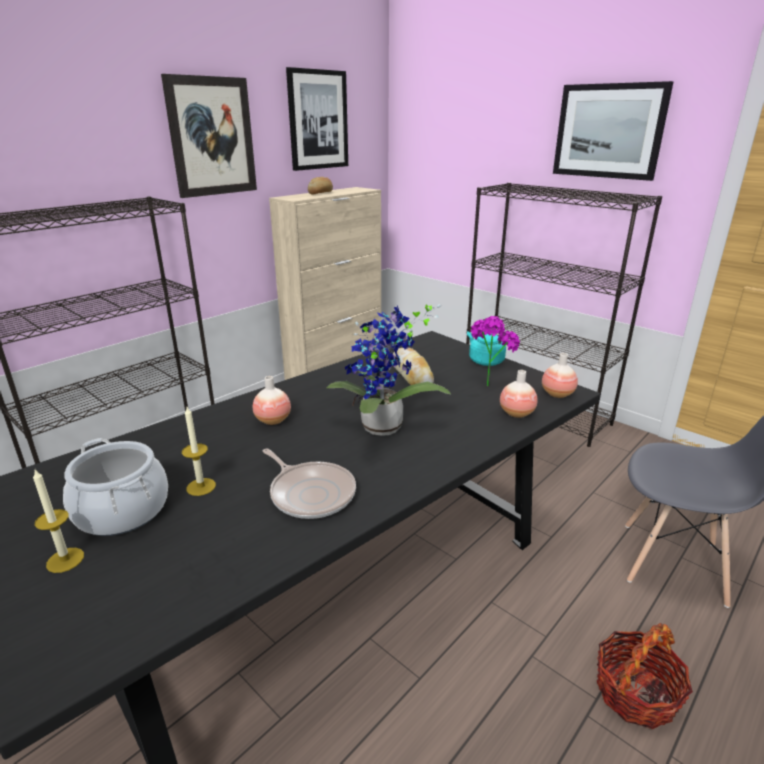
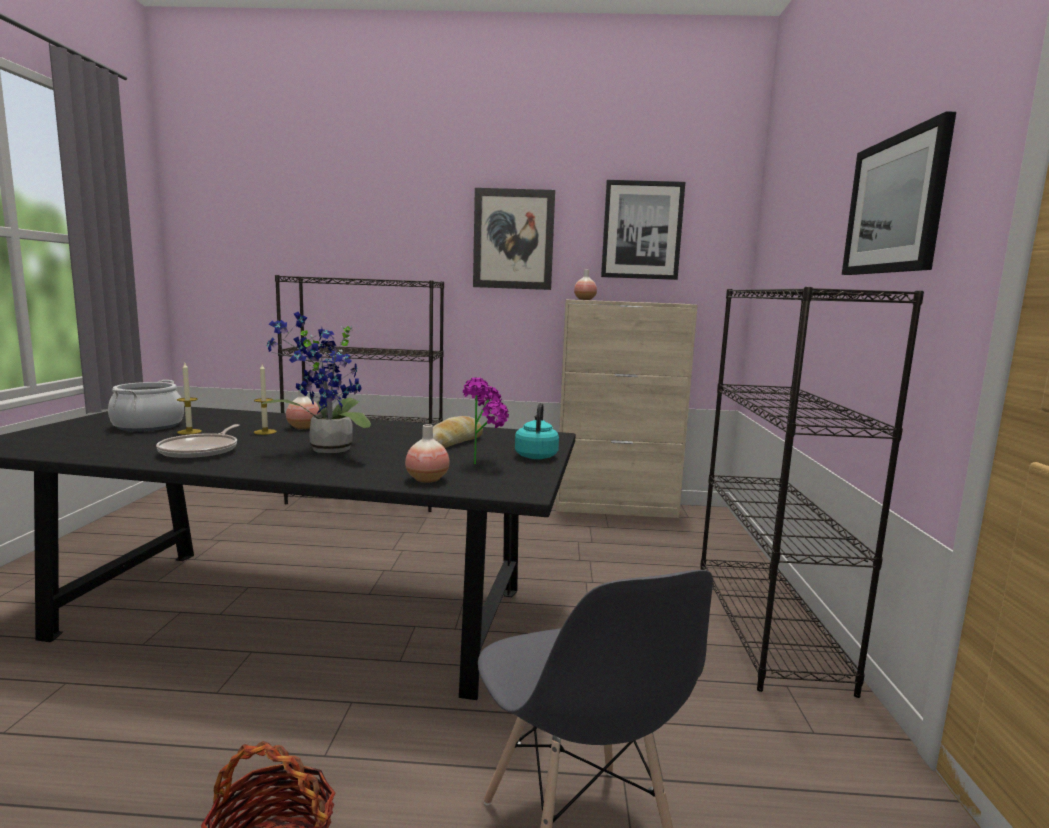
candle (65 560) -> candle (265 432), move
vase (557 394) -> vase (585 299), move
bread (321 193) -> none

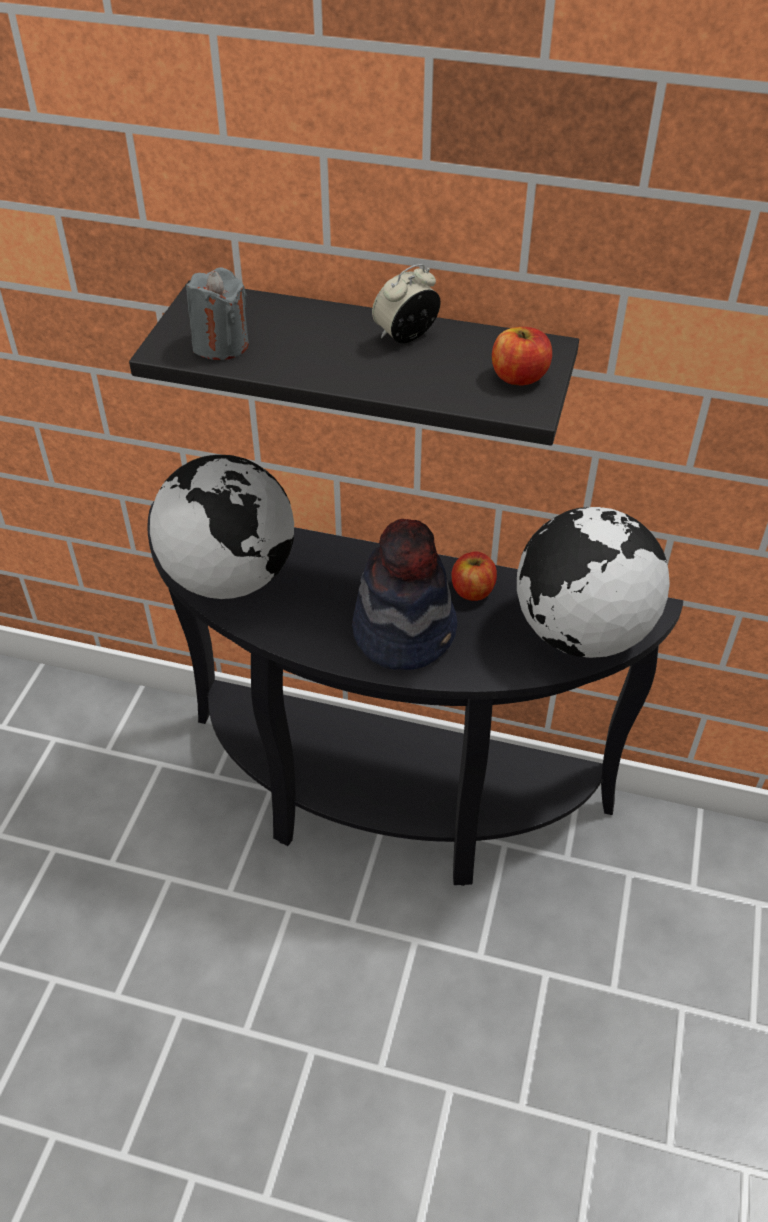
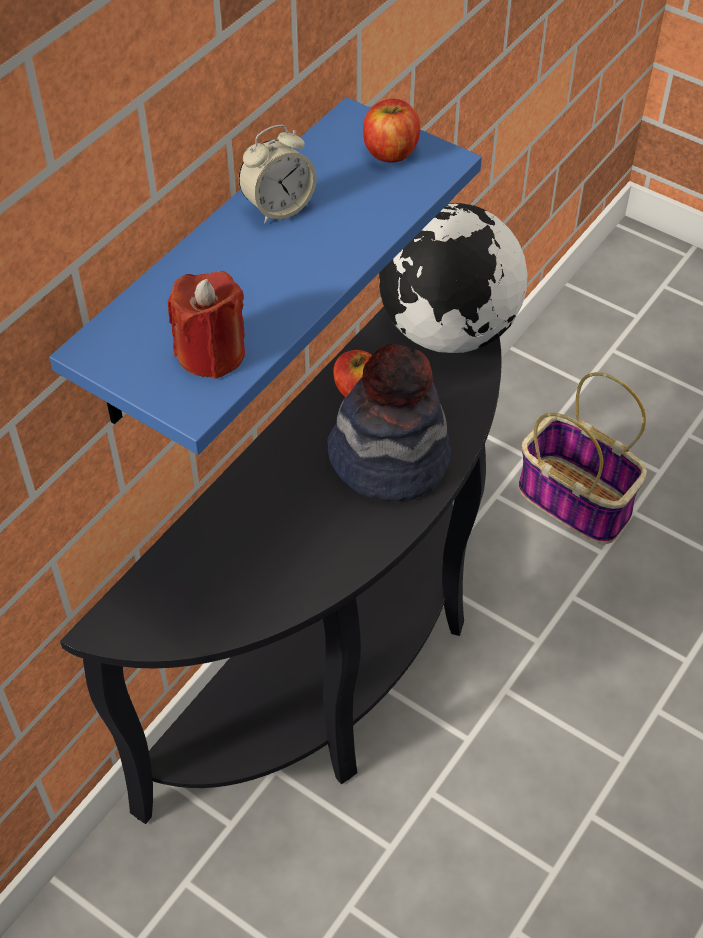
shelf in black (377 361) -> shelf in blue (215 268)
candle in grey (221 345) -> candle in red (211 353)
alarm clock (406 336) -> alarm clock (278 207), 105 degrees counterclockwise
none -> basket (577 501)
globe (229 577) -> none

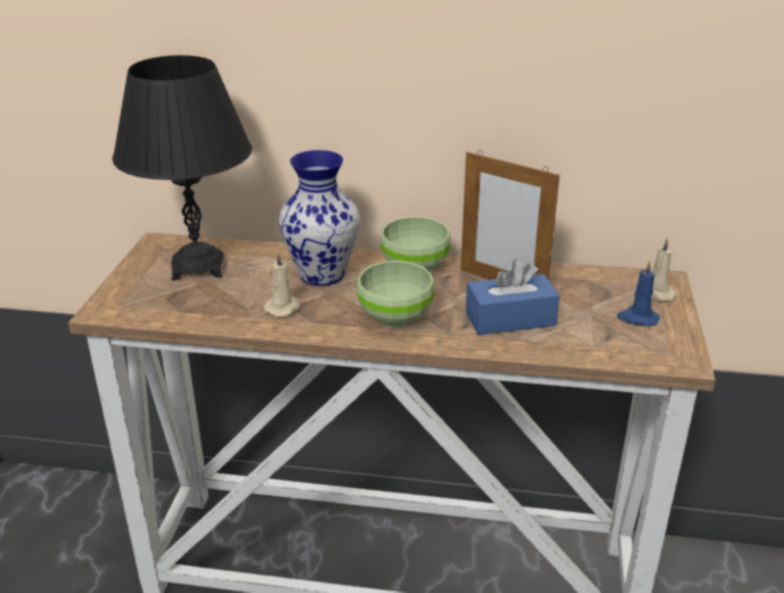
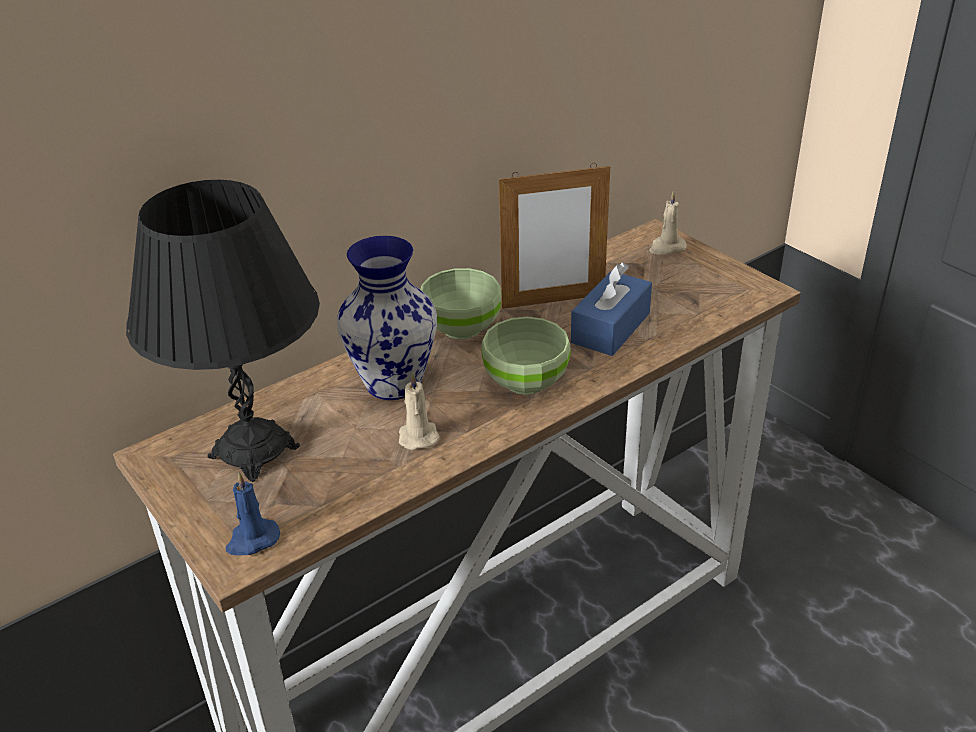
candle in blue (637 318) -> candle in blue (252 540), move

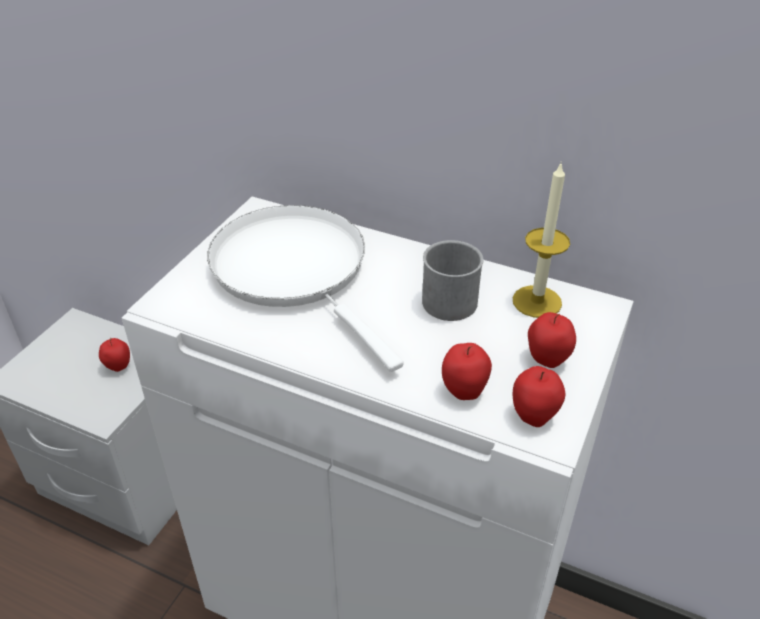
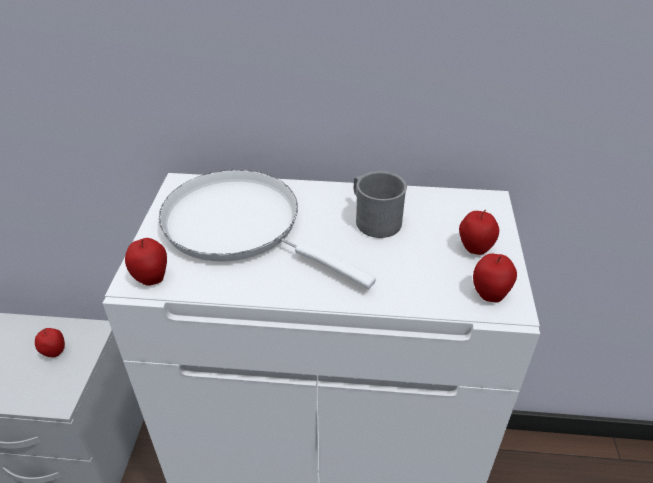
apple (464 391) -> apple (151 278), move
candle (537 301) -> none

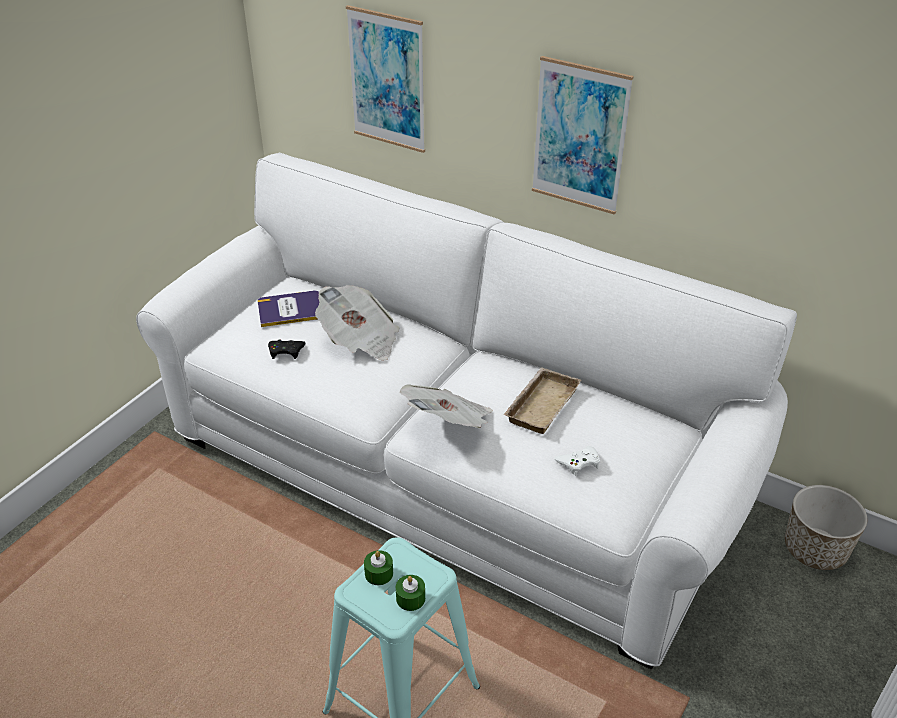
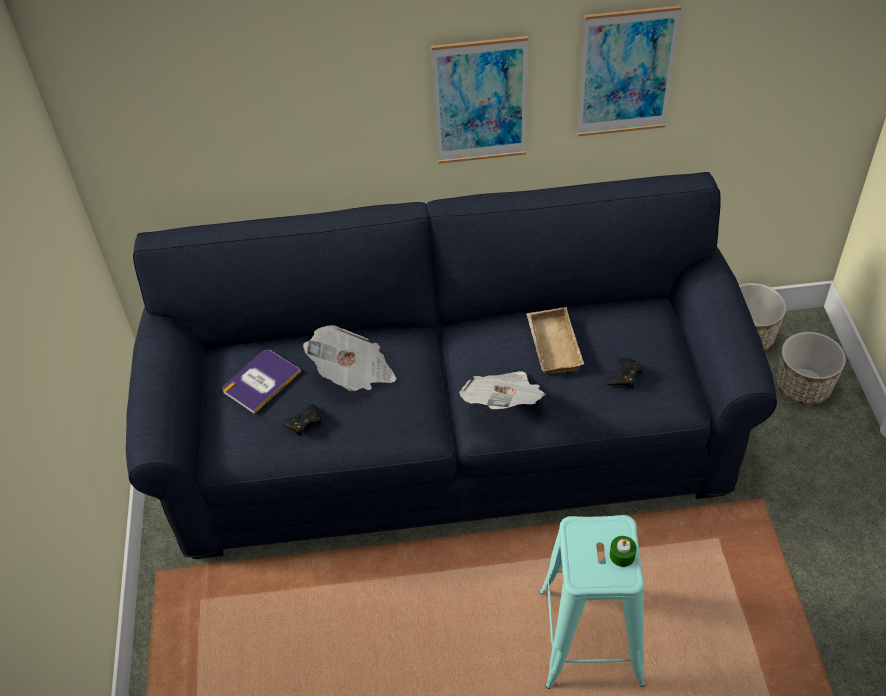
sofa in white (449 471) -> sofa in blue (449 440)
picture (387 80) -> picture (626 72), move
game controller in white (579 463) -> game controller in black (624 376)
none -> planter (803 387)
candle in green (379 573) -> none

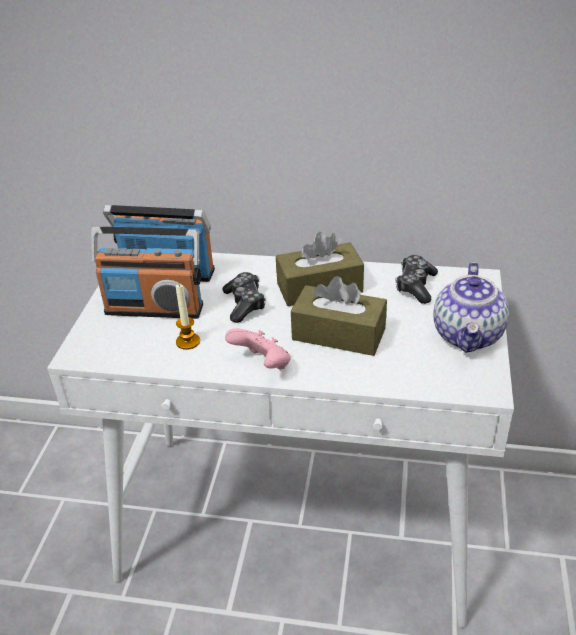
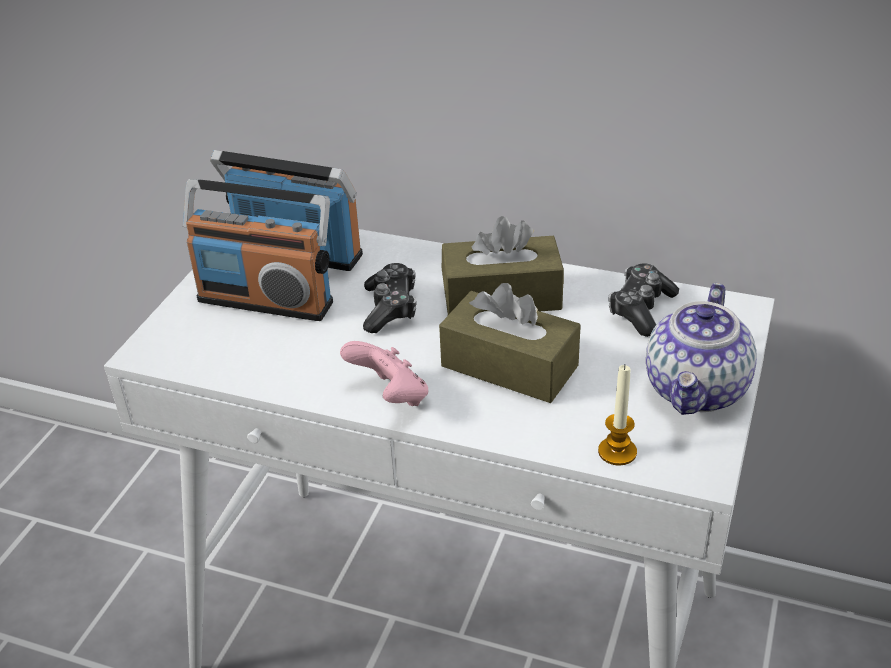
candle (188 341) -> candle (617 452), move

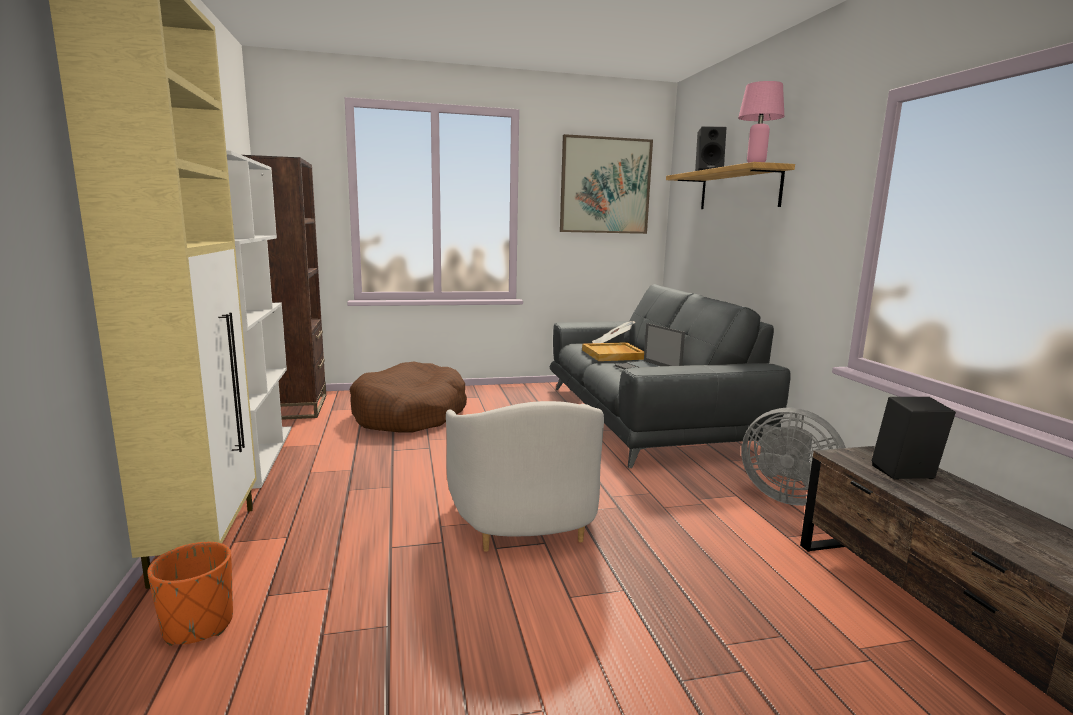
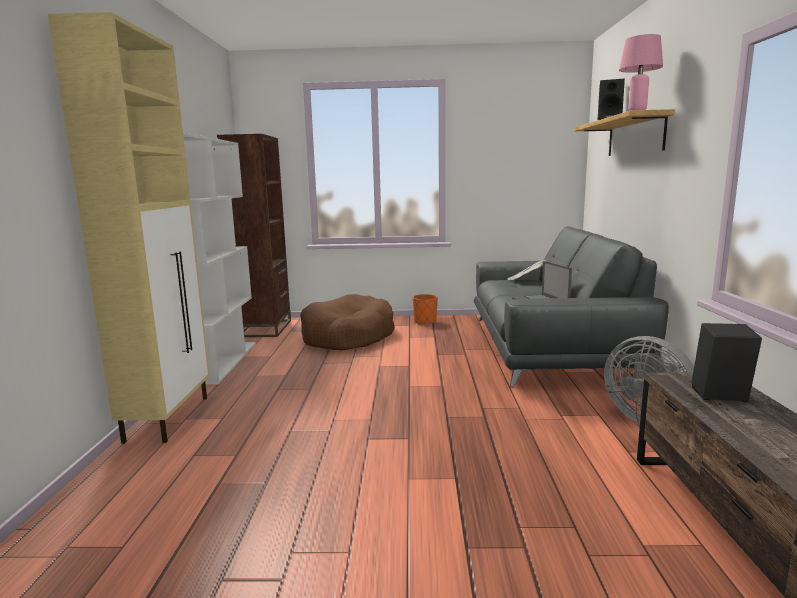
planter in orange (198 625) -> planter in orange (425 322), move
armchair in white (525 523) -> none
picture (605 186) -> none
tray in beige (613 354) -> none

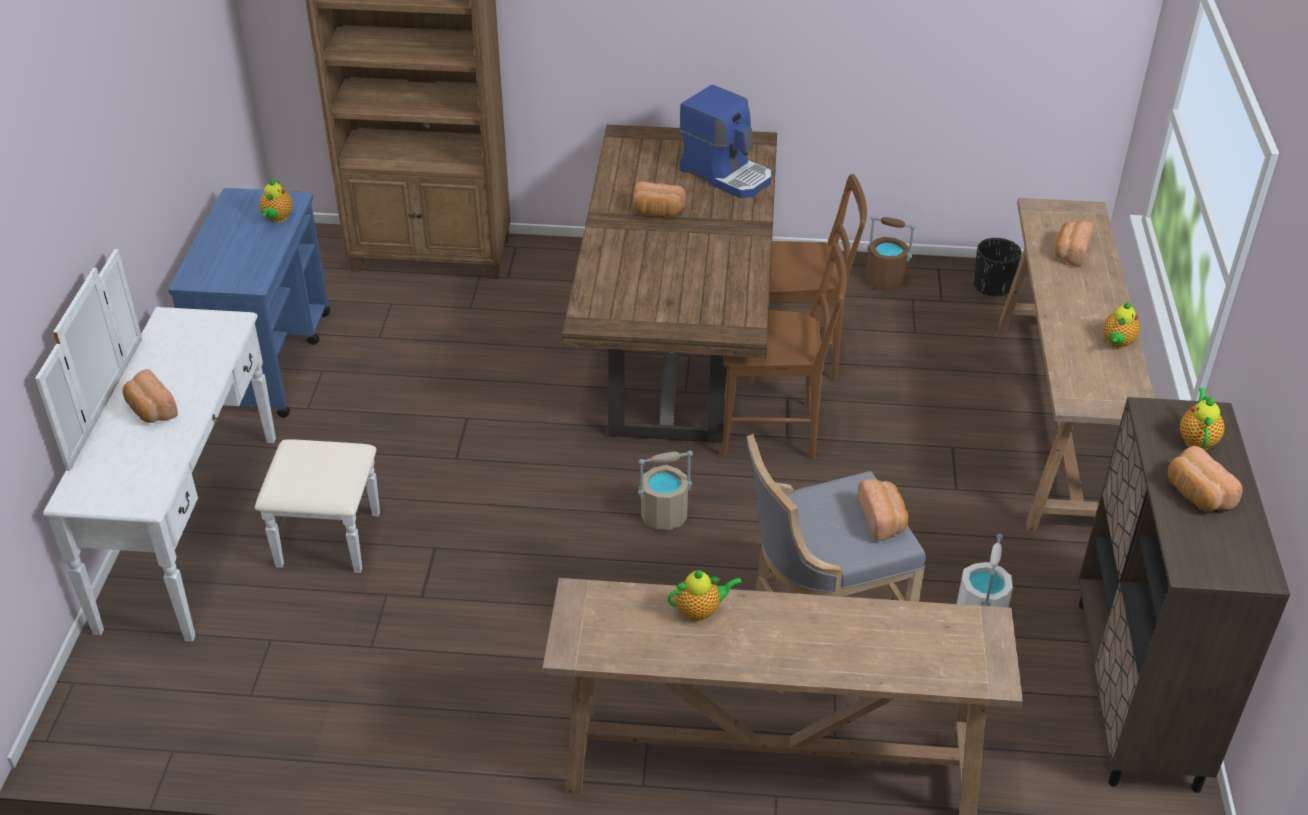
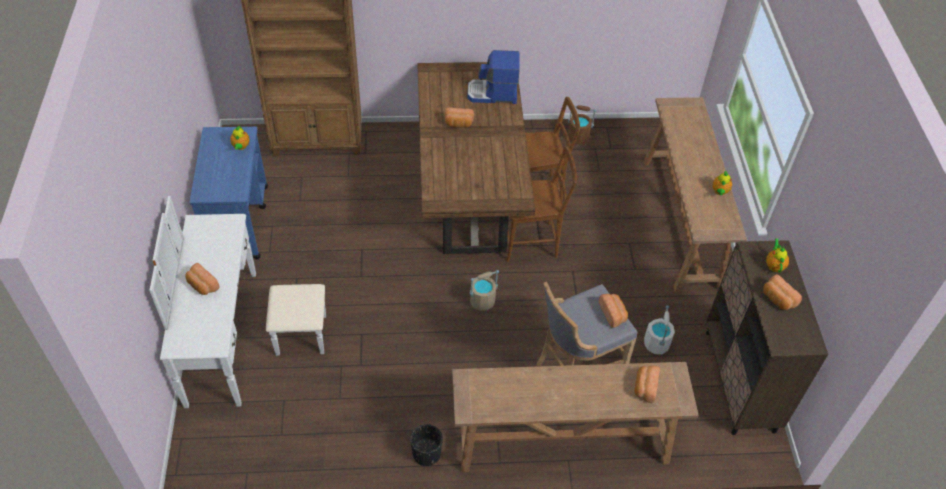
planter in black (992 286) -> planter in black (426 454), move
coffee machine (727 174) -> coffee machine (493 94), 150 degrees clockwise
bread (1070 253) -> bread (644 387), move
teapot (700 611) -> none

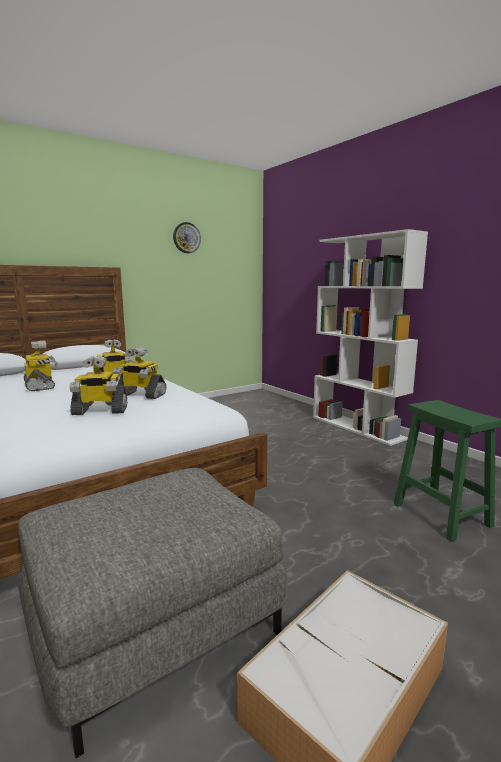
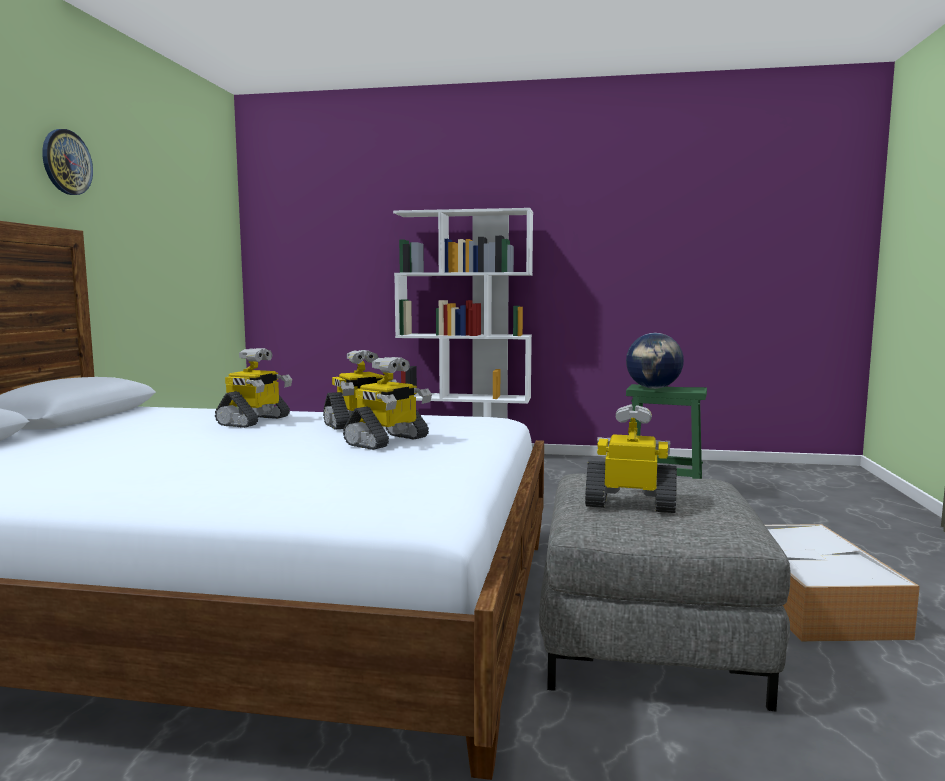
wall clock (186 238) -> wall clock (66 162), move
toy robot (40 386) -> toy robot (631 504), move
none -> globe (653 388)

